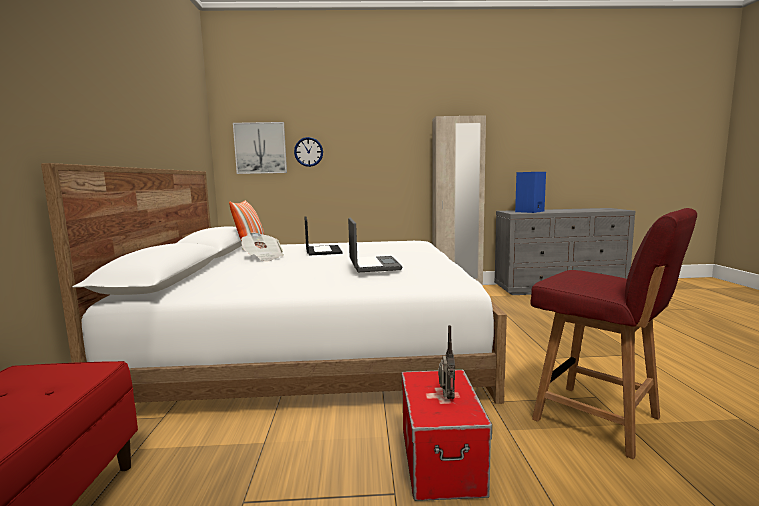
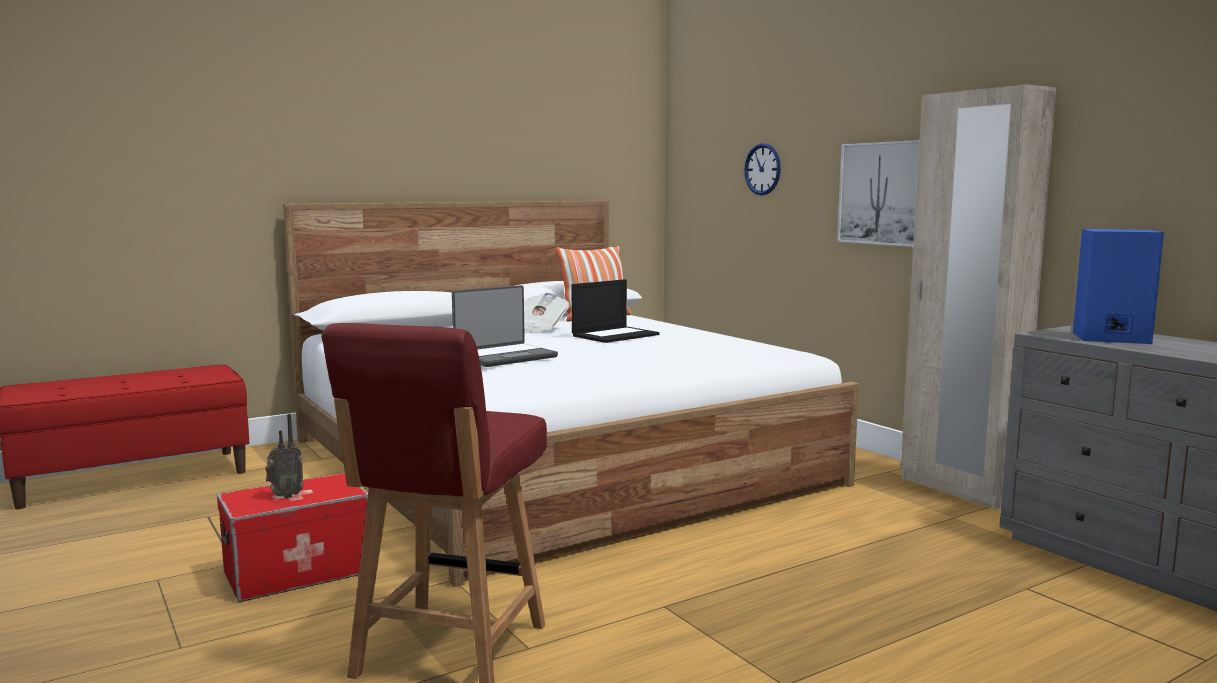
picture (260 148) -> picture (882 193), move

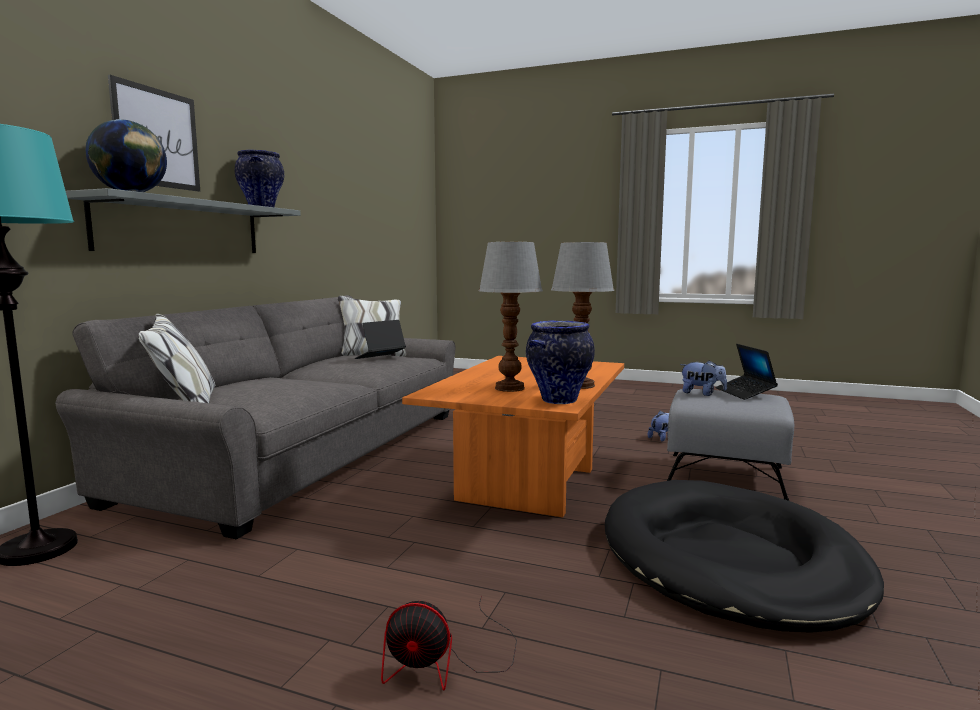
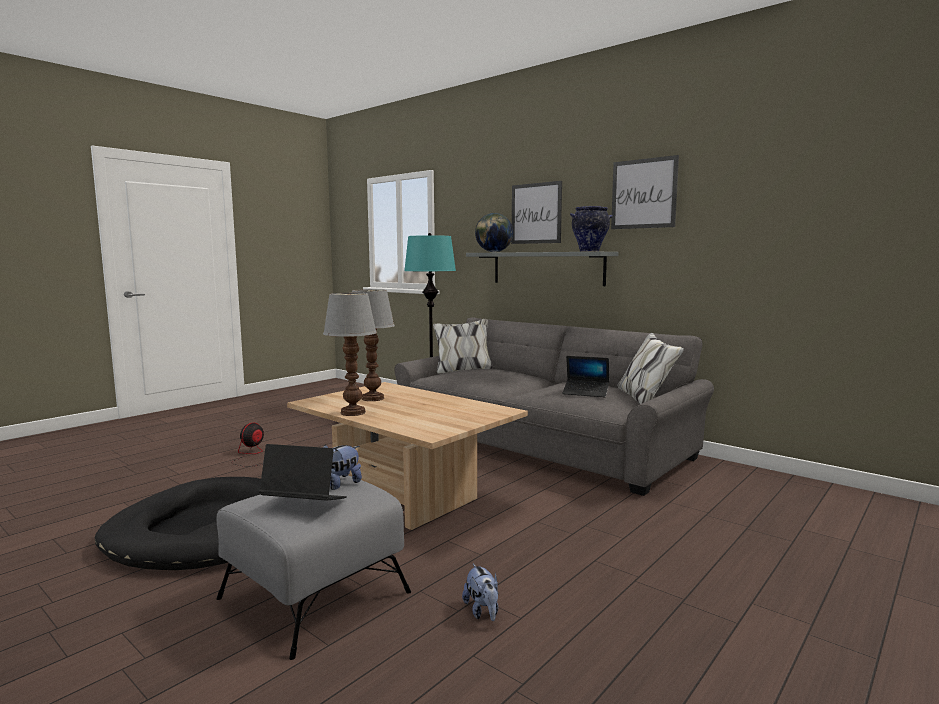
coffee table in orange (527 484) -> coffee table in beige (405 498)
laptop (380 358) -> laptop (586 393), 135 degrees clockwise
none -> picture (644 193)
vase (558 401) -> none

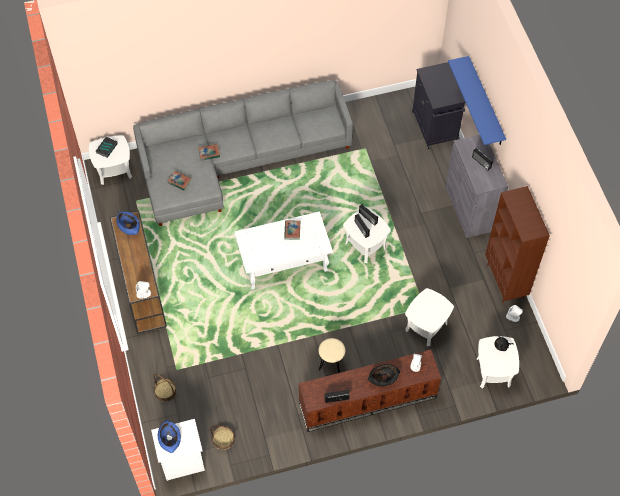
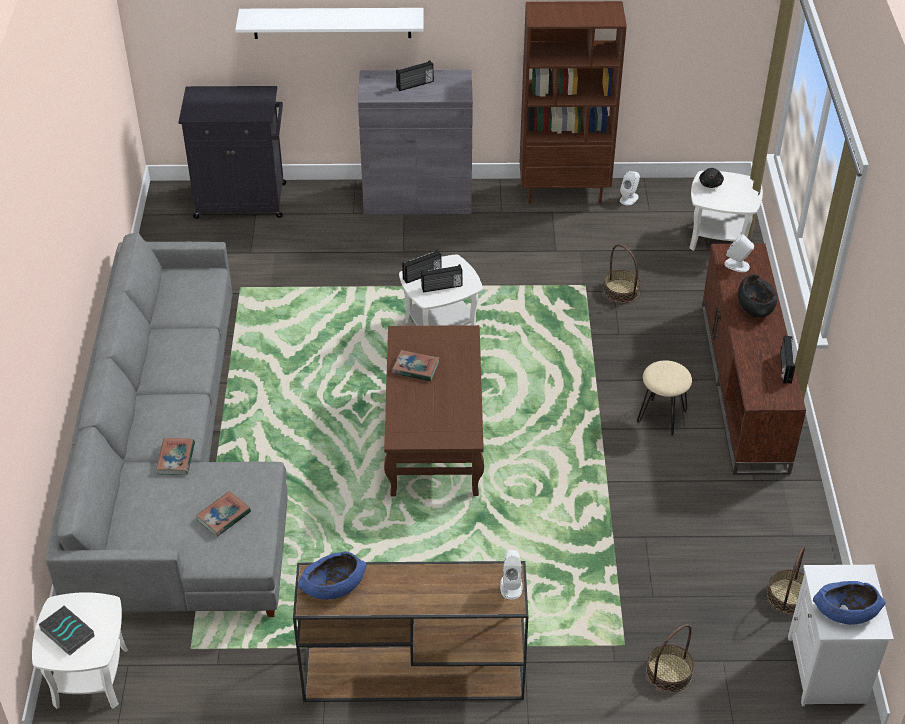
shelf in blue (485 102) -> shelf in white (332 23)
coffee table in white (284 261) -> coffee table in brown (434 438)
side table in white (426 327) -> basket (621 291)

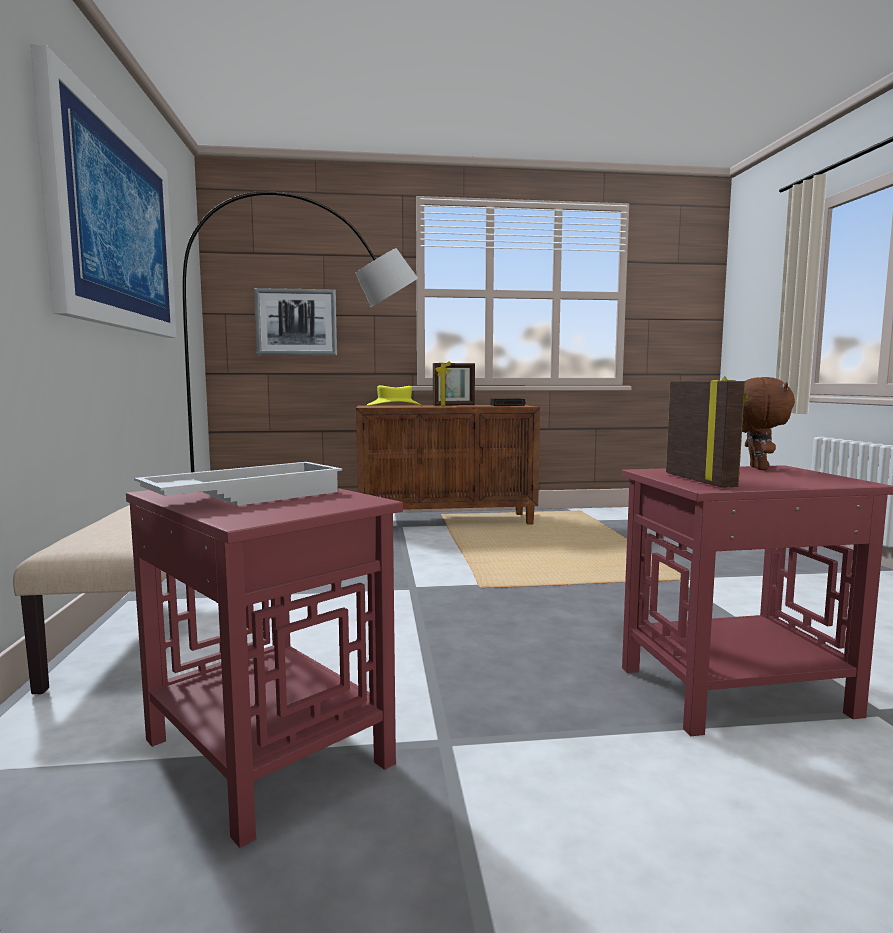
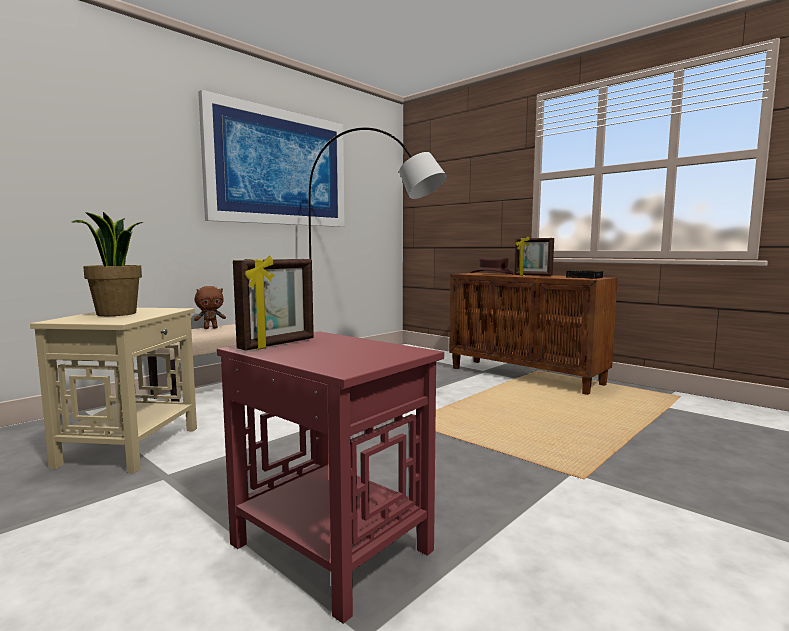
side table in red (269 750) -> side table in beige (131 446)
tray in white (245 497) -> potted plant (116 314)
plush toy in brown (756 468) -> plush toy in brown (210 328), move
hat in yellow (394 405) -> hat in brown (493 273)
picture (296 322) -> none

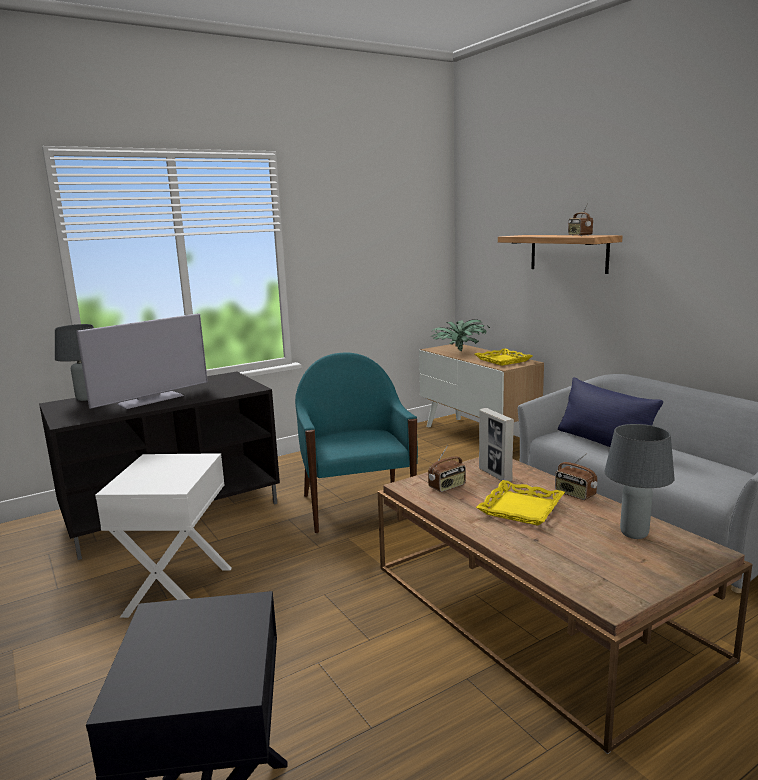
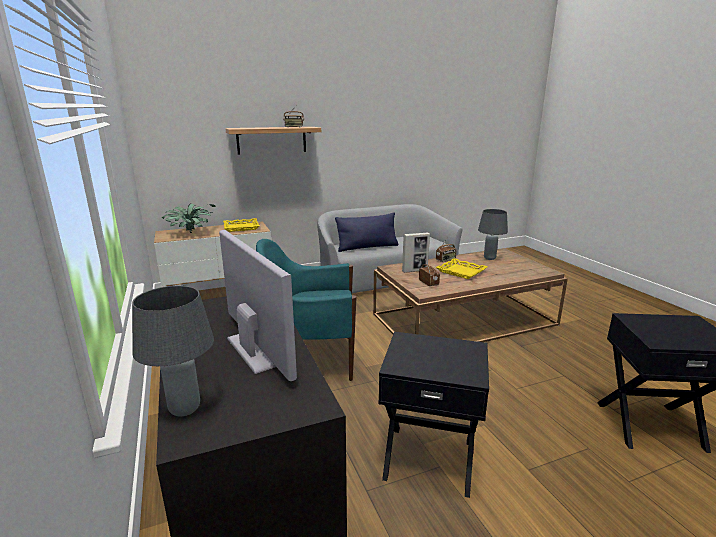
side table in white (180 591) -> side table in black (429 457)

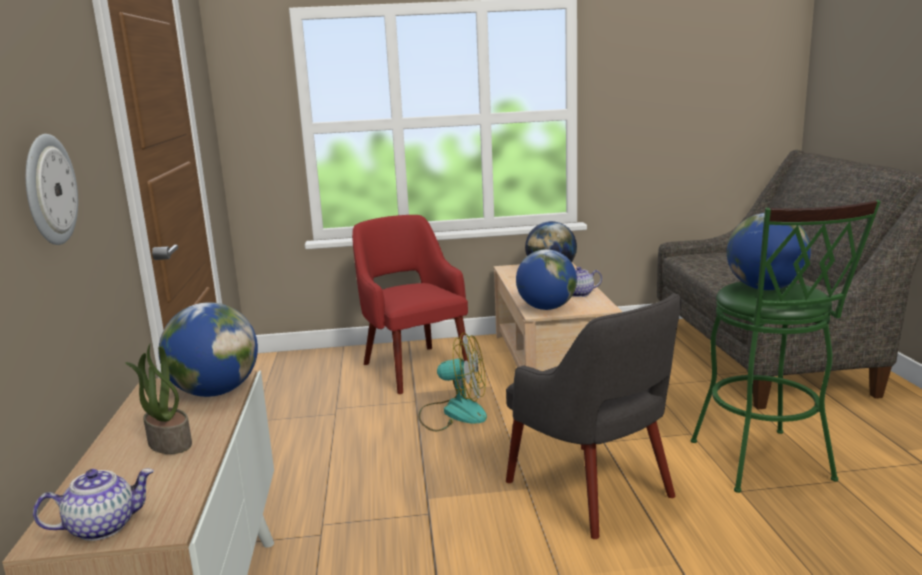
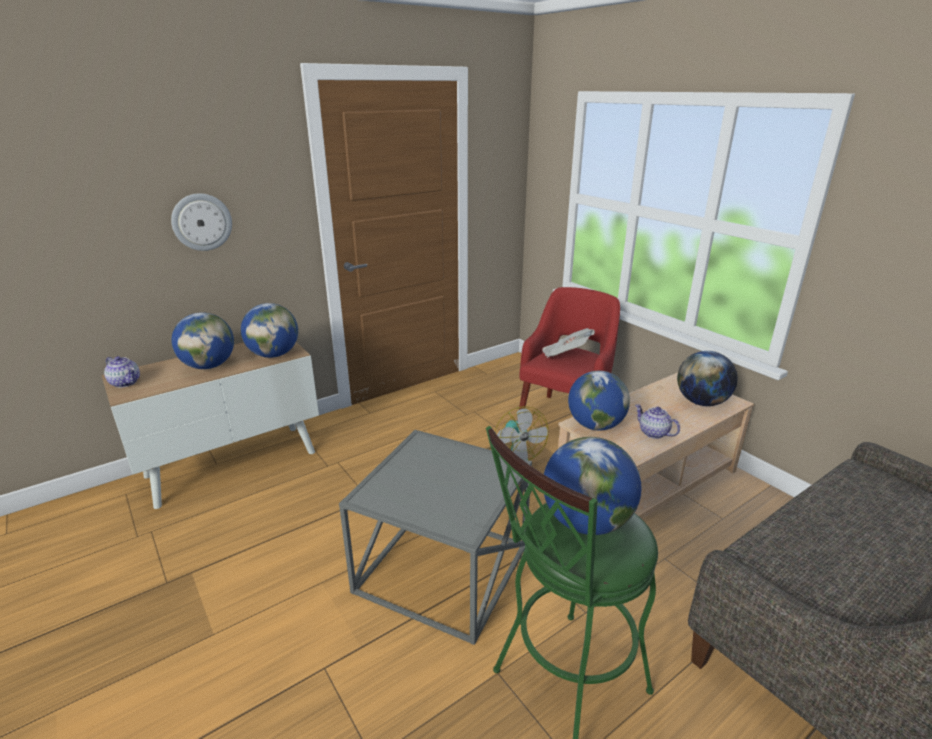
potted plant (168 443) -> globe (209 366)
armchair in grey (591 490) -> side table in grey (441 568)
none -> newspaper (565 355)

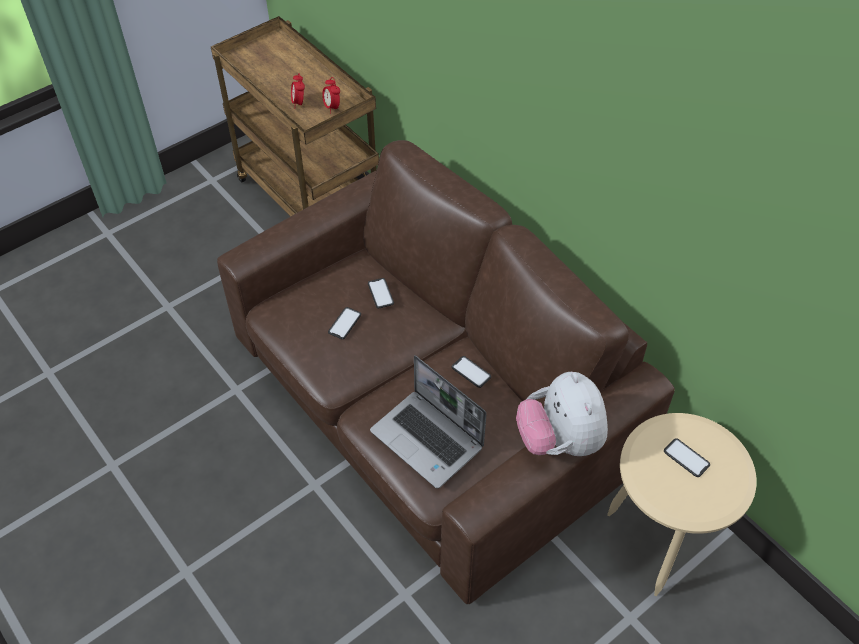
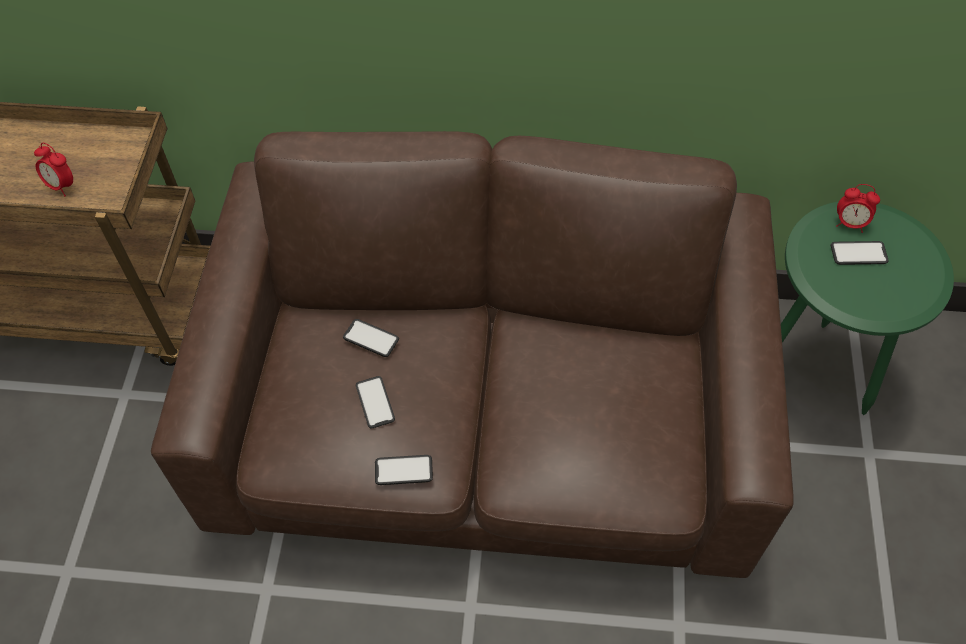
phone (471 372) -> phone (403 470), move
side table in beige (657 543) -> side table in green (814 367)
alarm clock (332 107) -> alarm clock (850 223), move
laptop (428 440) -> none
plush toy (559 440) -> none

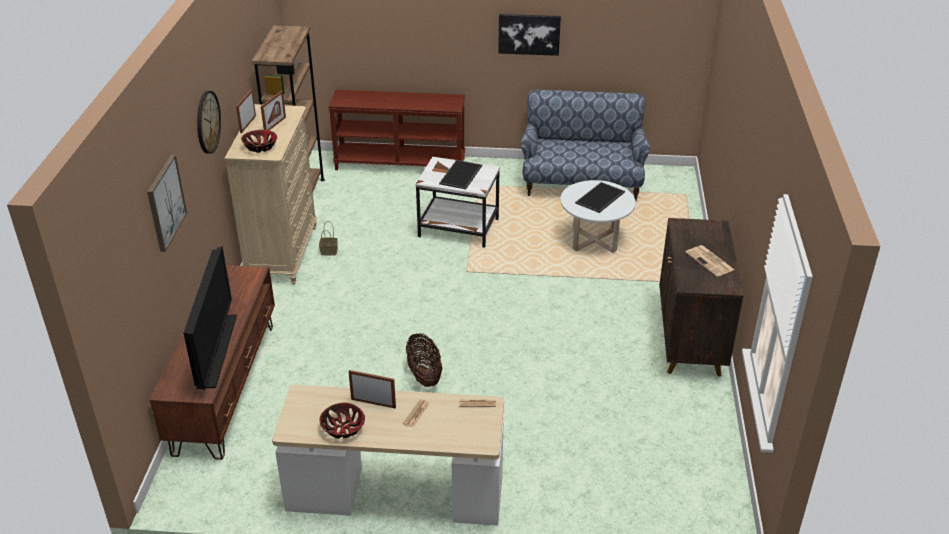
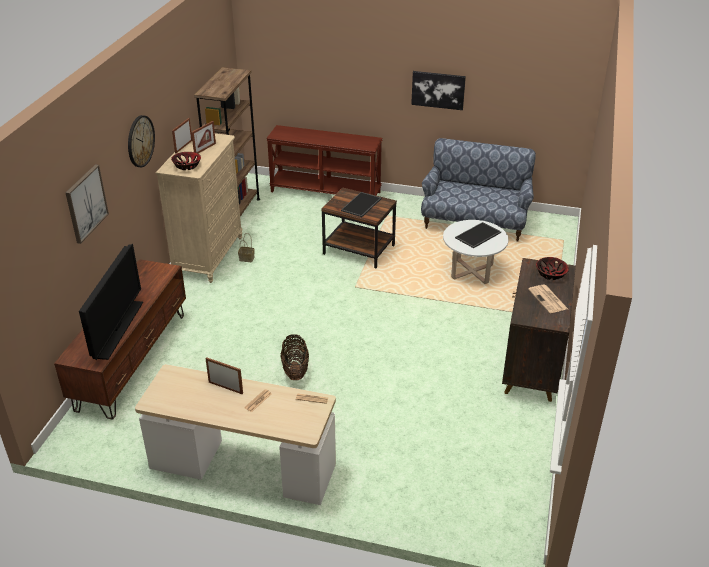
side table in white (459 228) -> side table in brown (359 250)
bowl (343 428) -> bowl (551 274), move

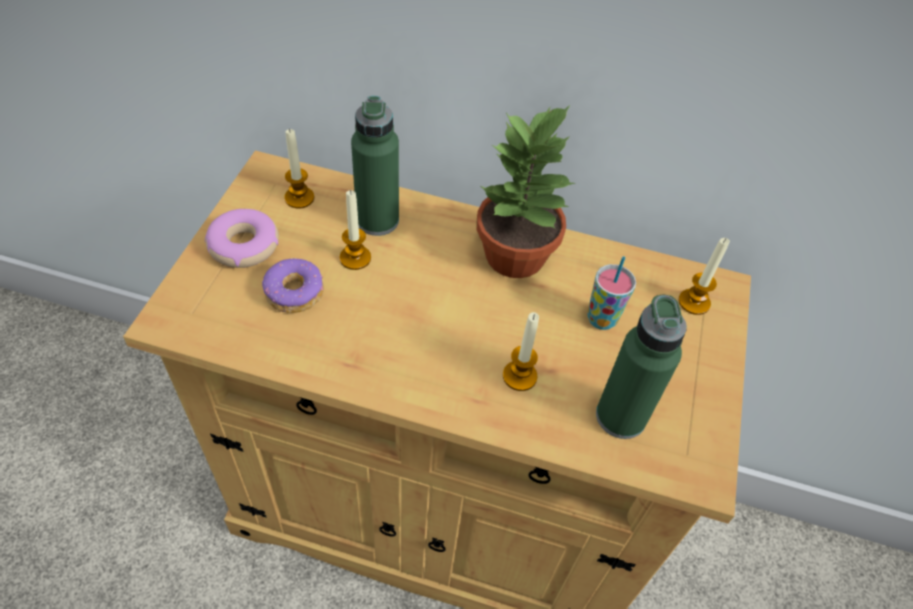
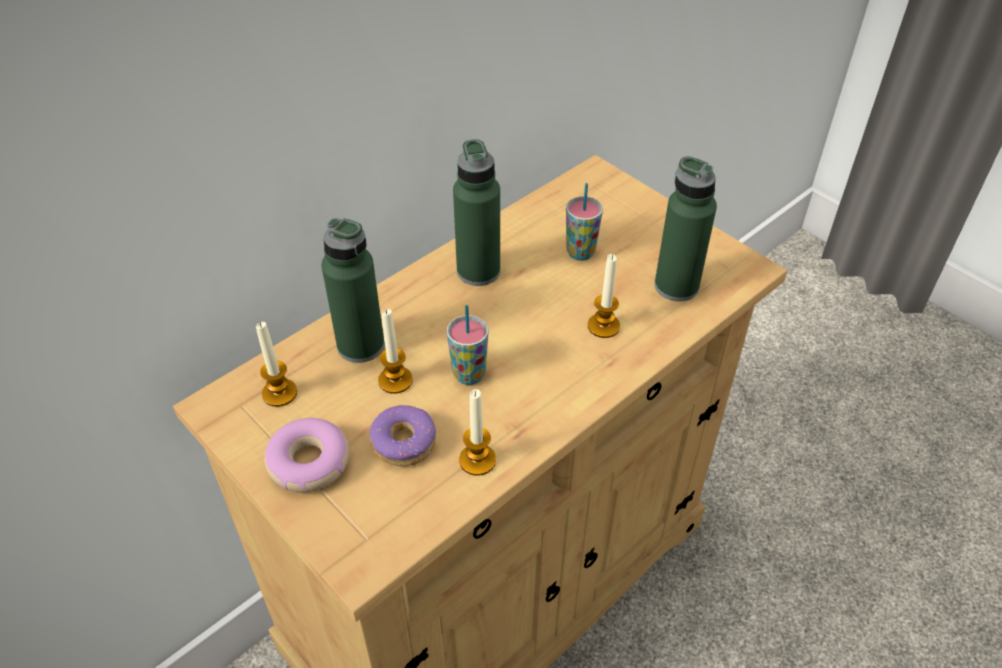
none -> cup (469 374)
potted plant (516 256) -> bottle in green (478 271)
candle (694 302) -> candle (477 460), move

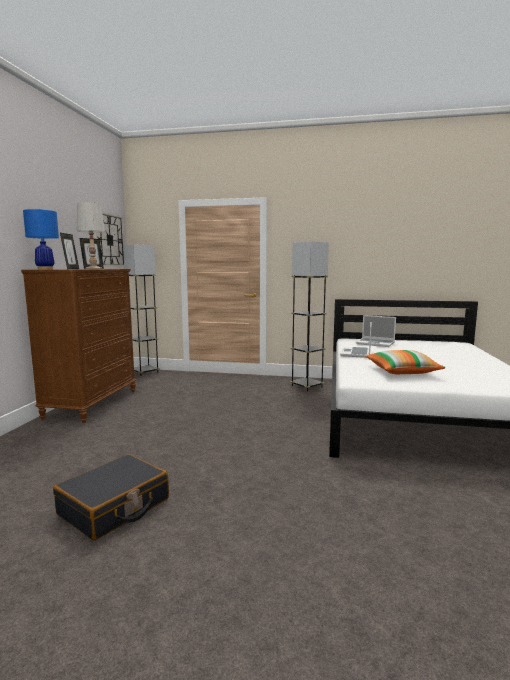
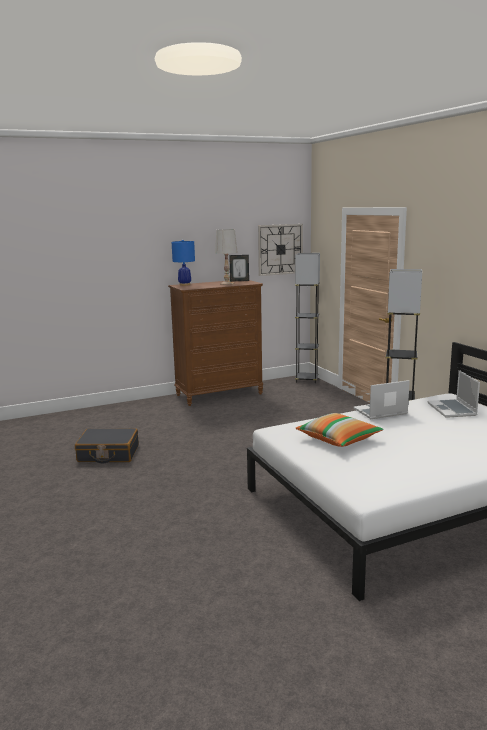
picture frame (71 269) -> none

